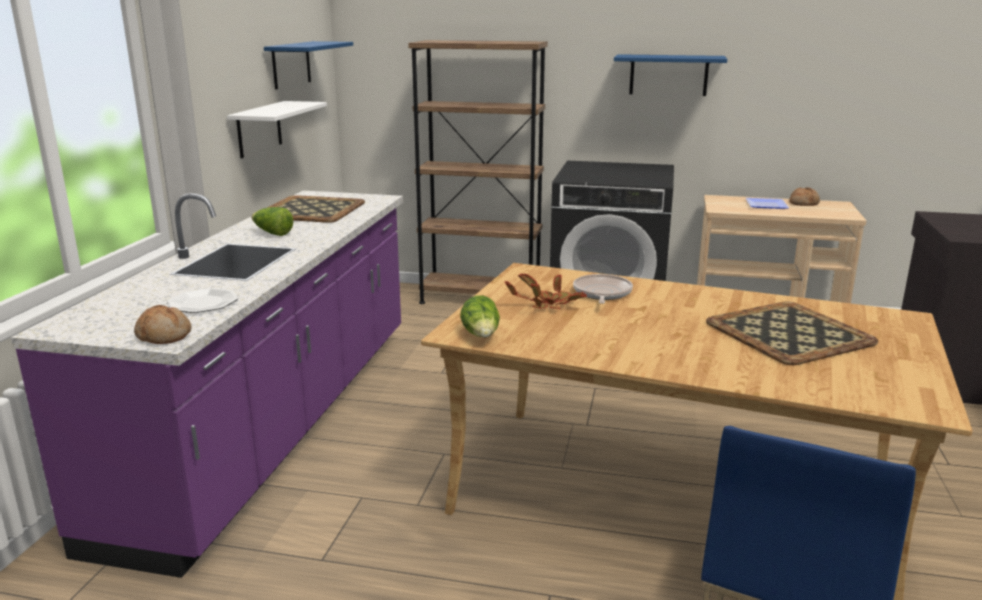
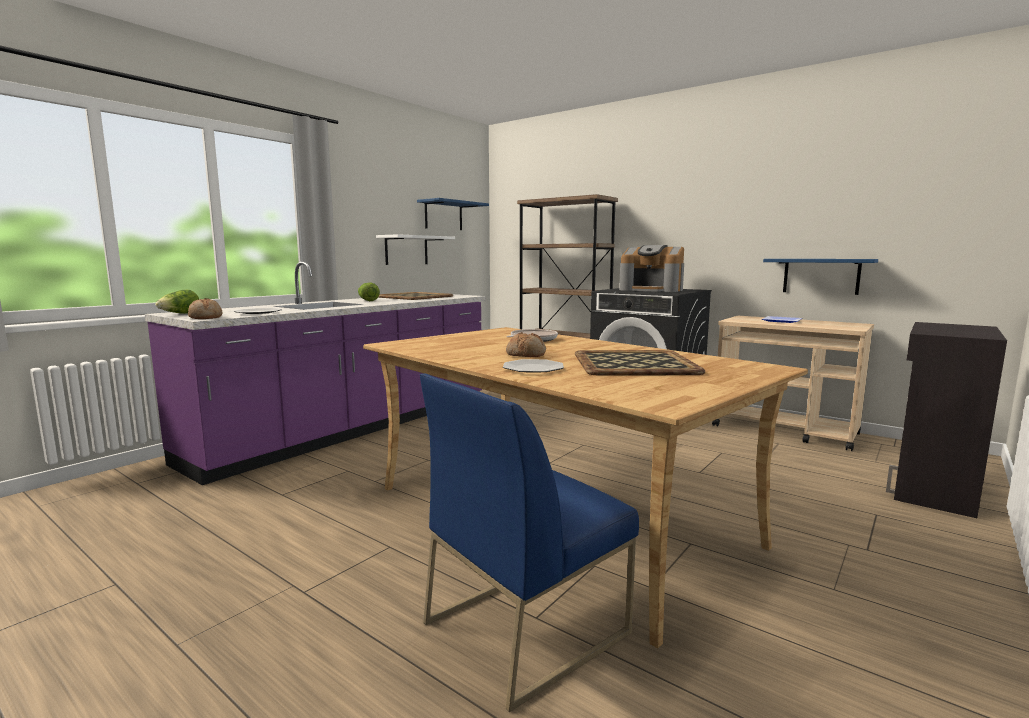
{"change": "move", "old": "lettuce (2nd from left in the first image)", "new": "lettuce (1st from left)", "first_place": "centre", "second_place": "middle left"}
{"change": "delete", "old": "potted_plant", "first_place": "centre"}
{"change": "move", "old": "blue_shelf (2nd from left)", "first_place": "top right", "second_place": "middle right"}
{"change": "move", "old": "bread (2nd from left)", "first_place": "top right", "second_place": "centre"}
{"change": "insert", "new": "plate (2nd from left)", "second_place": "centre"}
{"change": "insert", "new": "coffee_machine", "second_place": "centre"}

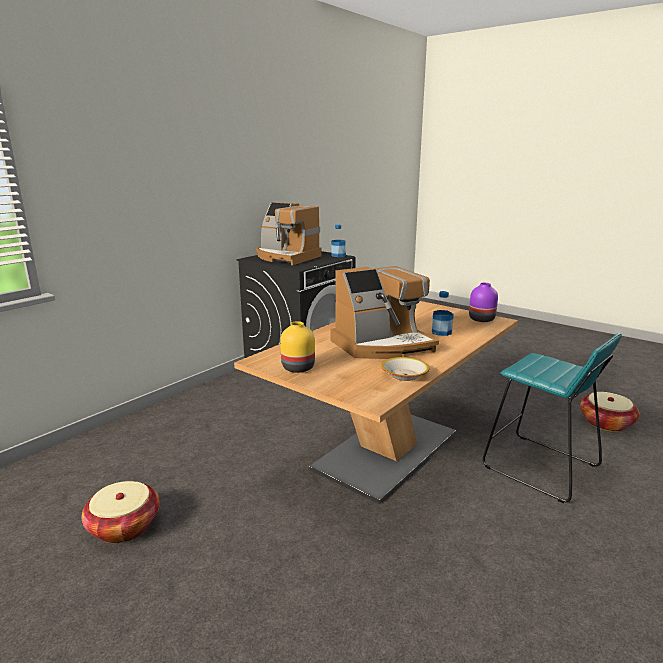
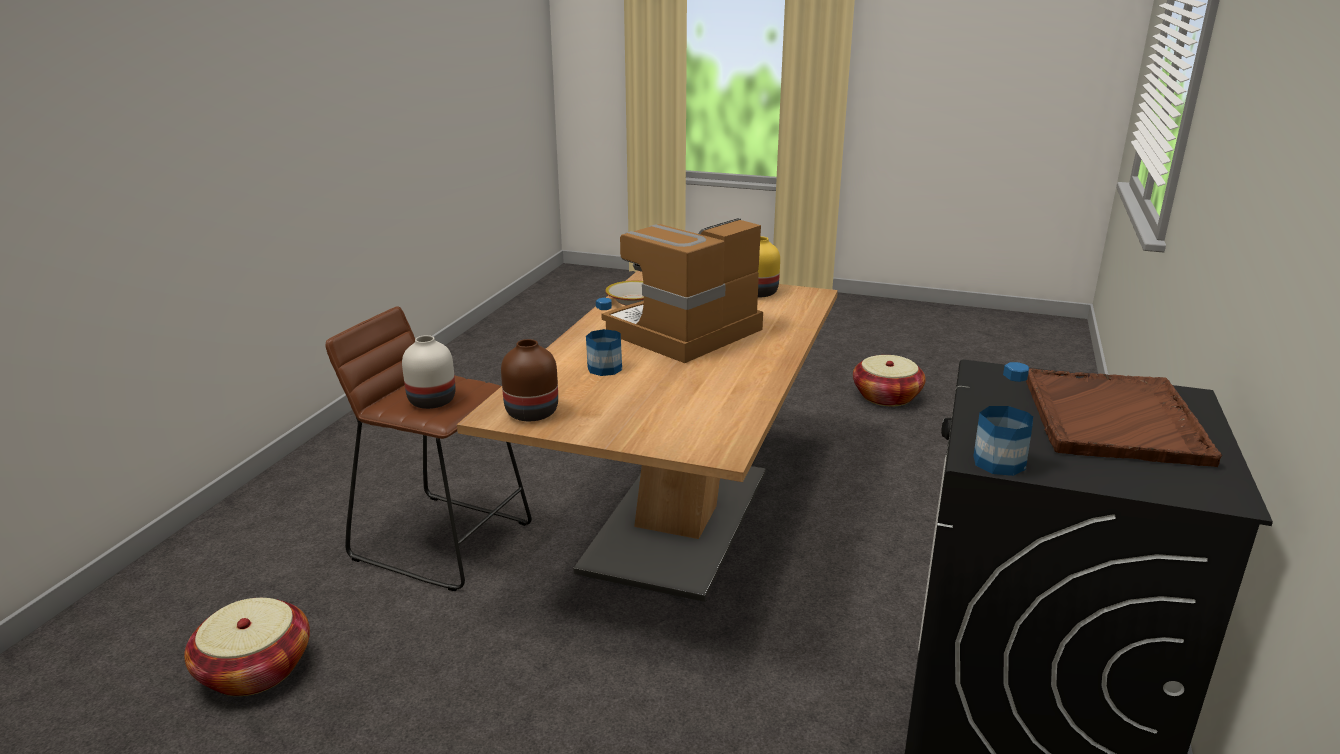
{"change": "replace", "old": "coffee_machine (1st from left)", "new": "brown_tray", "first_place": "centre", "second_place": "middle right"}
{"change": "recolor", "old": "purple_vase", "new": "brown_vase", "first_place": "middle right", "second_place": "centre"}
{"change": "recolor", "old": "turquoise_stool", "new": "brown_stool", "first_place": "middle right", "second_place": "middle left"}
{"change": "insert", "new": "white_vase", "second_place": "middle left"}

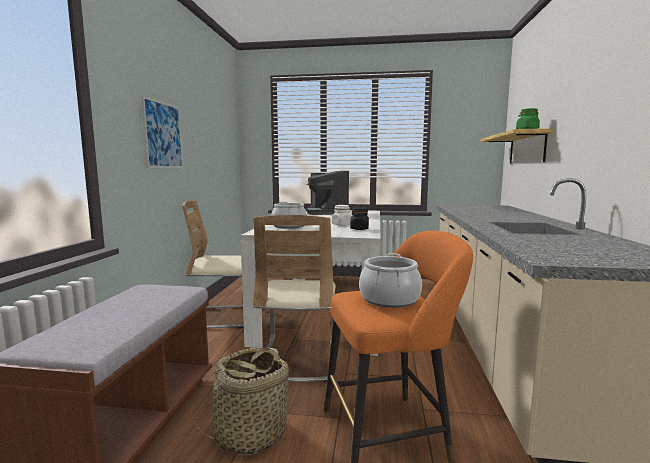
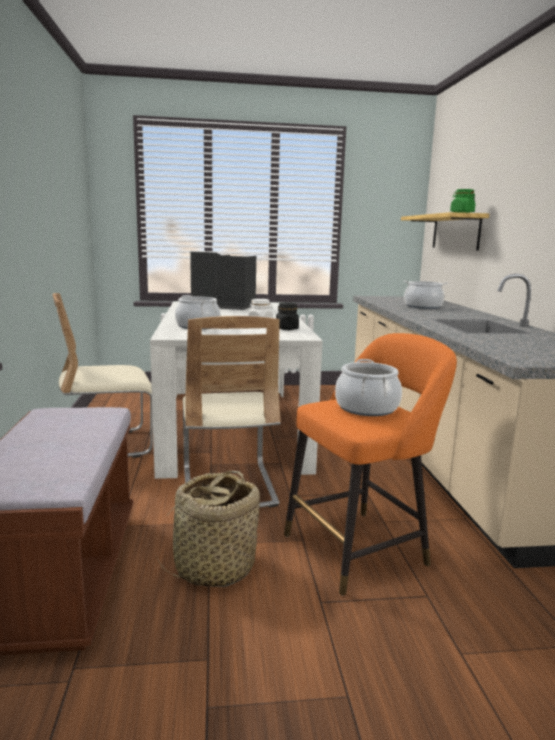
{"change": "delete", "old": "picture", "first_place": "top left"}
{"change": "rotate", "old": "coffee_machine", "first_place": "centre", "second_place": "centre", "degrees": 135}
{"change": "insert", "new": "cooking_pot (3rd from left)", "second_place": "middle right"}

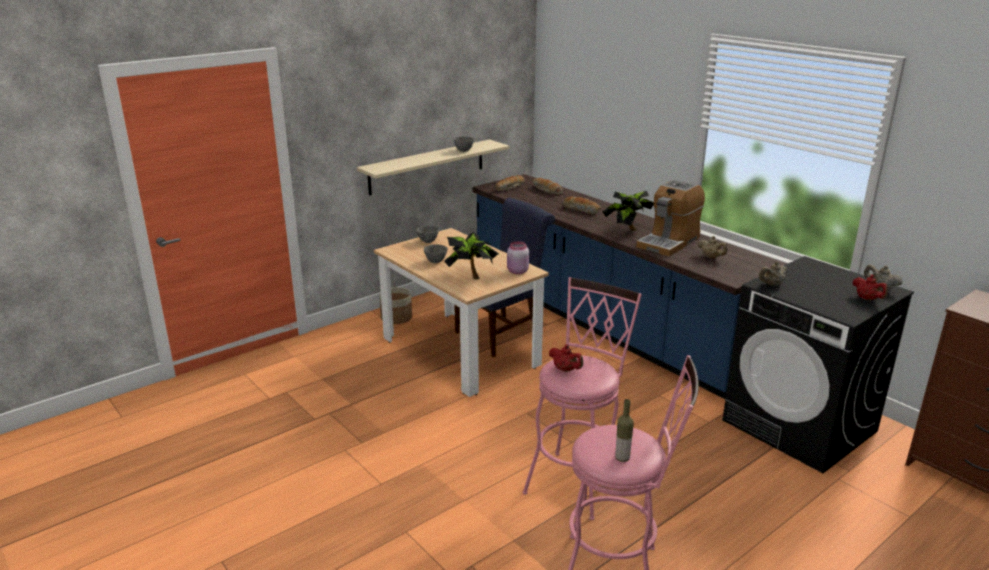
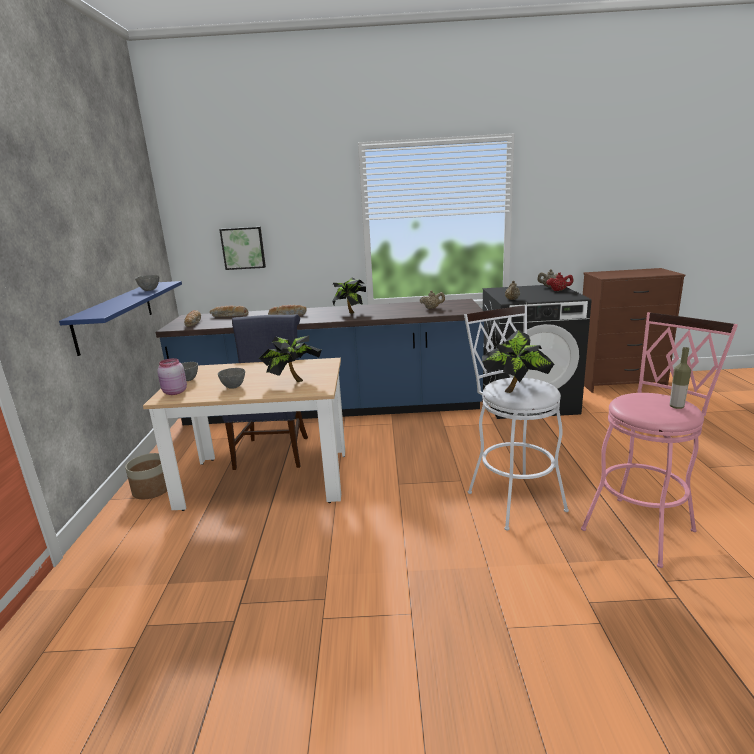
{"change": "recolor", "old": "beige_shelf", "new": "blue_shelf", "first_place": "top centre", "second_place": "middle left"}
{"change": "move", "old": "pink_jar", "first_place": "centre", "second_place": "middle left"}
{"change": "recolor", "old": "pink_stool (1st from left)", "new": "white_stool", "first_place": "bottom centre", "second_place": "middle right"}
{"change": "replace", "old": "red_teapot (1st from left)", "new": "potted_plant (3rd from left)", "first_place": "centre", "second_place": "middle right"}
{"change": "delete", "old": "coffee_machine", "first_place": "middle right"}
{"change": "insert", "new": "picture", "second_place": "top left"}

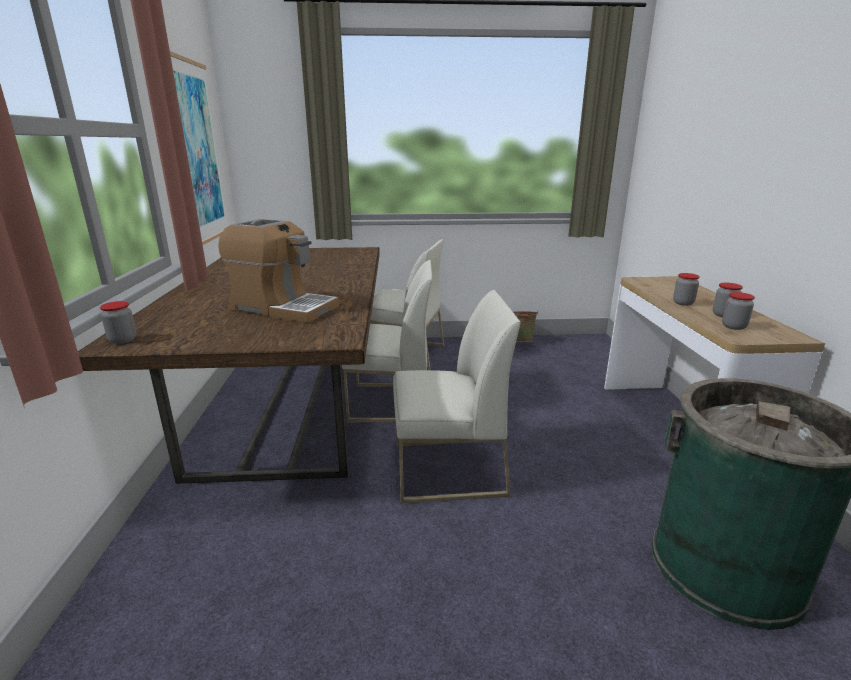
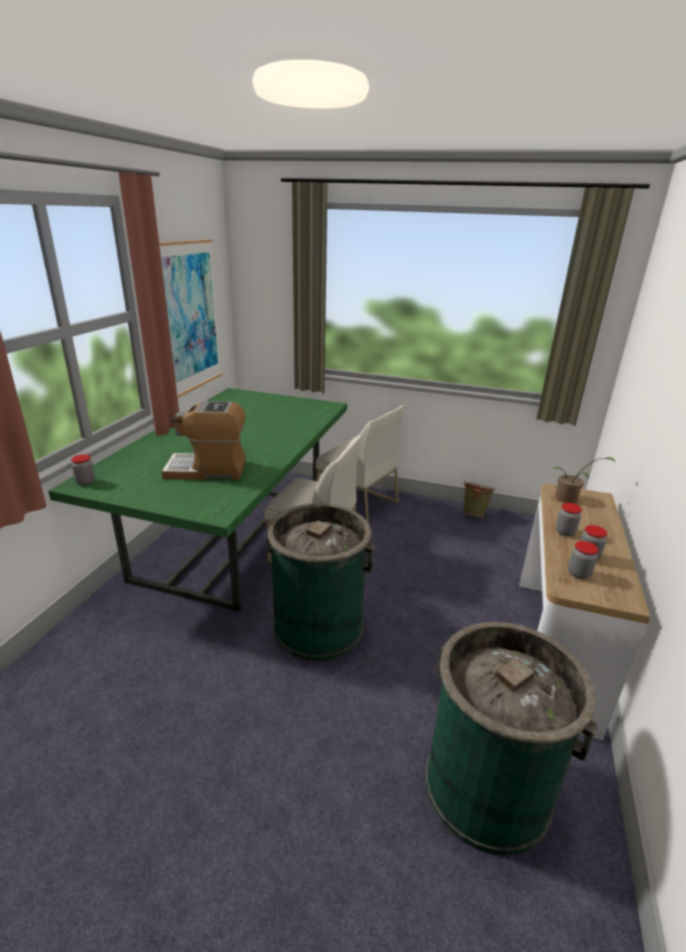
{"change": "recolor", "old": "brown_dining_table", "new": "green_dining_table", "first_place": "middle left", "second_place": "middle left"}
{"change": "rotate", "old": "coffee_machine", "first_place": "middle left", "second_place": "middle left", "degrees": 135}
{"change": "replace", "old": "white_chair (3rd from left)", "new": "green_trash_can (1st from left)", "first_place": "centre", "second_place": "centre"}
{"change": "insert", "new": "potted_plant", "second_place": "middle right"}

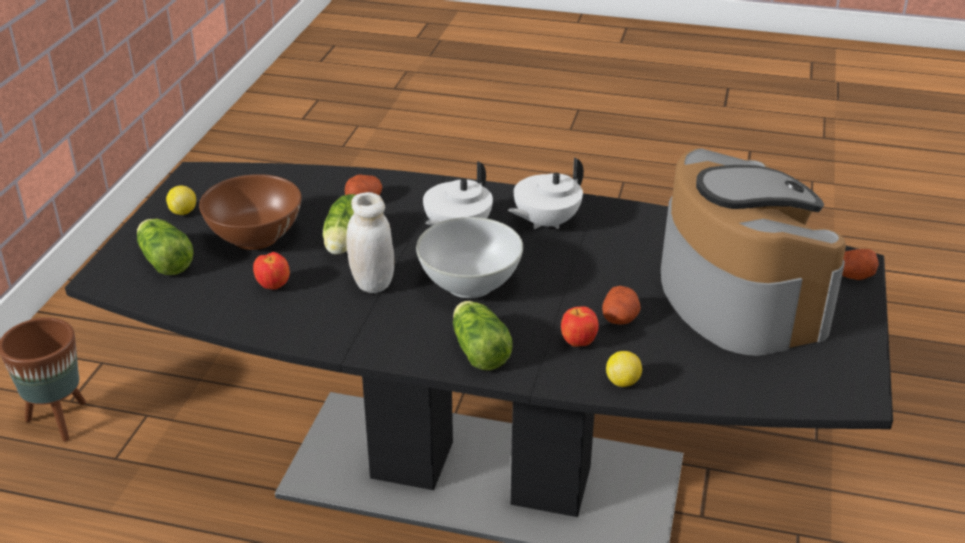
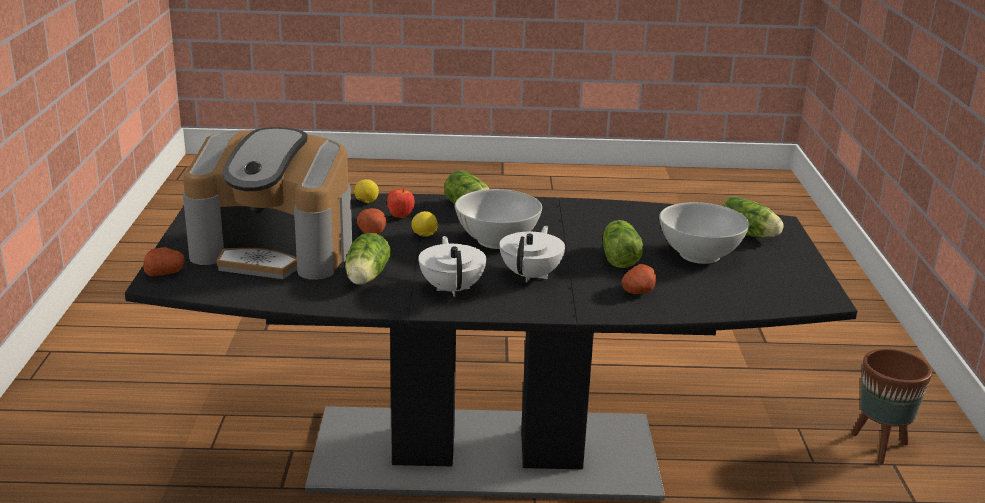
{"change": "move", "old": "lemon (1st from left in the first image)", "new": "lemon (2nd from left)", "first_place": "middle left", "second_place": "centre"}
{"change": "recolor", "old": "brown_bowl", "new": "white_bowl (2nd from left)", "first_place": "middle left", "second_place": "middle right"}
{"change": "delete", "old": "apple (1st from left)", "first_place": "middle left"}
{"change": "delete", "old": "white_jar", "first_place": "centre"}
{"change": "rotate", "old": "white_teapot (2nd from left in the first image)", "first_place": "centre", "second_place": "centre", "degrees": -45}
{"change": "rotate", "old": "coffee_machine", "first_place": "middle right", "second_place": "middle left", "degrees": -45}
{"change": "insert", "new": "lettuce (1st from left)", "second_place": "centre"}

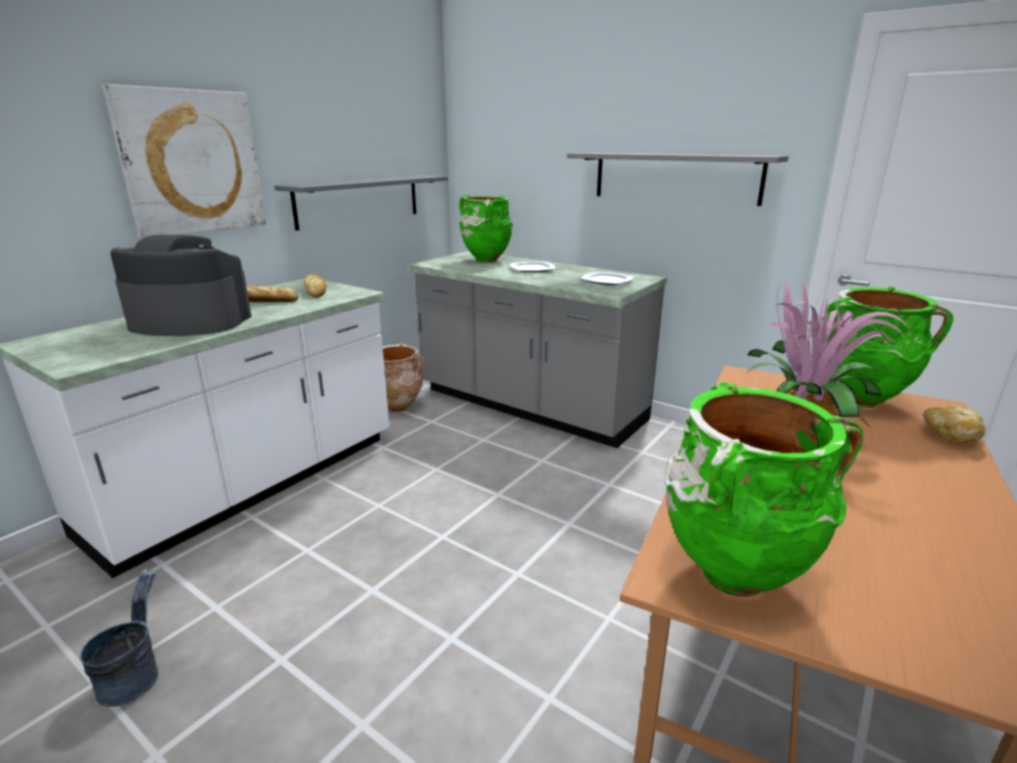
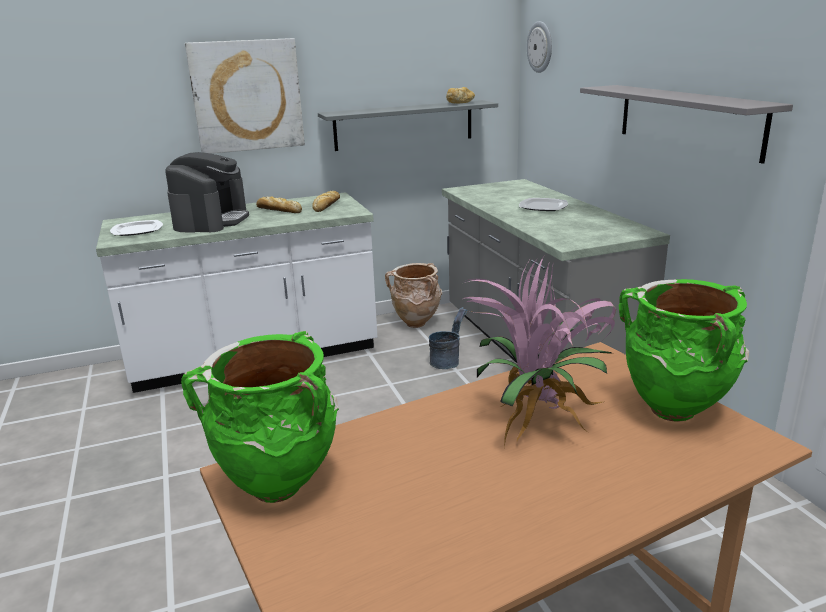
{"change": "move", "old": "grey_bucket", "first_place": "bottom left", "second_place": "centre"}
{"change": "rotate", "old": "coffee_machine", "first_place": "middle left", "second_place": "top left", "degrees": 60}
{"change": "delete", "old": "green_vase (1st from left)", "first_place": "top centre"}
{"change": "move", "old": "plate (2nd from left in the first image)", "new": "plate (1st from left)", "first_place": "centre", "second_place": "middle left"}
{"change": "move", "old": "bread (3rd from left)", "first_place": "middle right", "second_place": "top centre"}
{"change": "insert", "new": "wall_clock", "second_place": "top centre"}

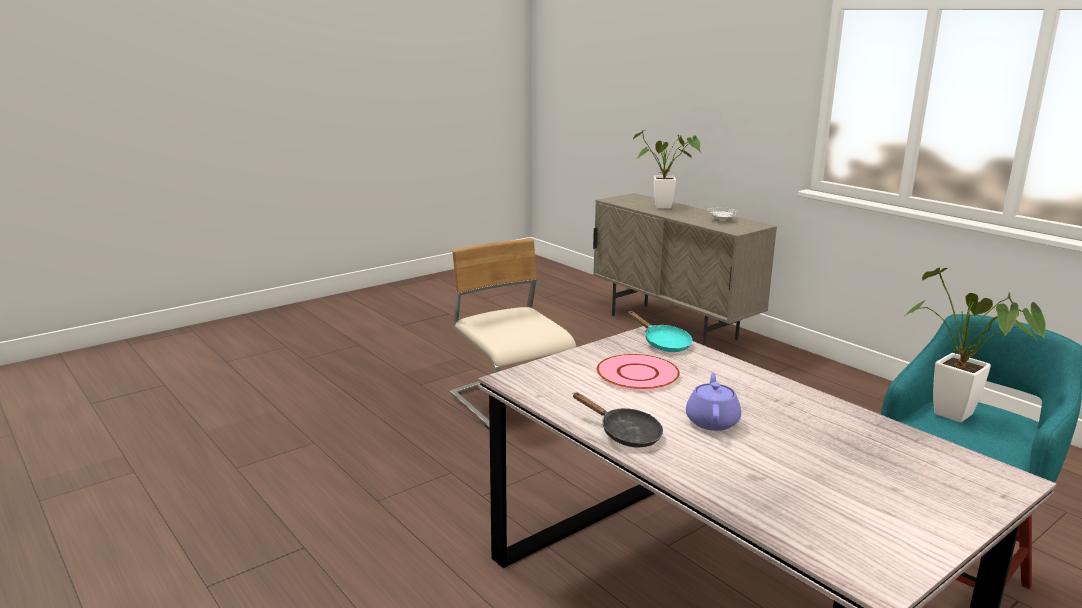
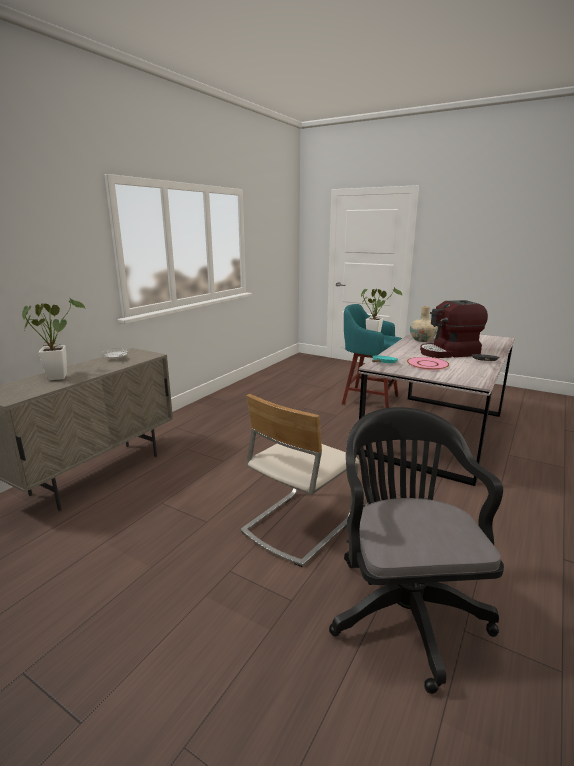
{"change": "replace", "old": "purple_teapot", "new": "coffee_machine", "first_place": "centre", "second_place": "middle right"}
{"change": "insert", "new": "black_office_chair", "second_place": "bottom right"}
{"change": "insert", "new": "beige_vase", "second_place": "middle right"}

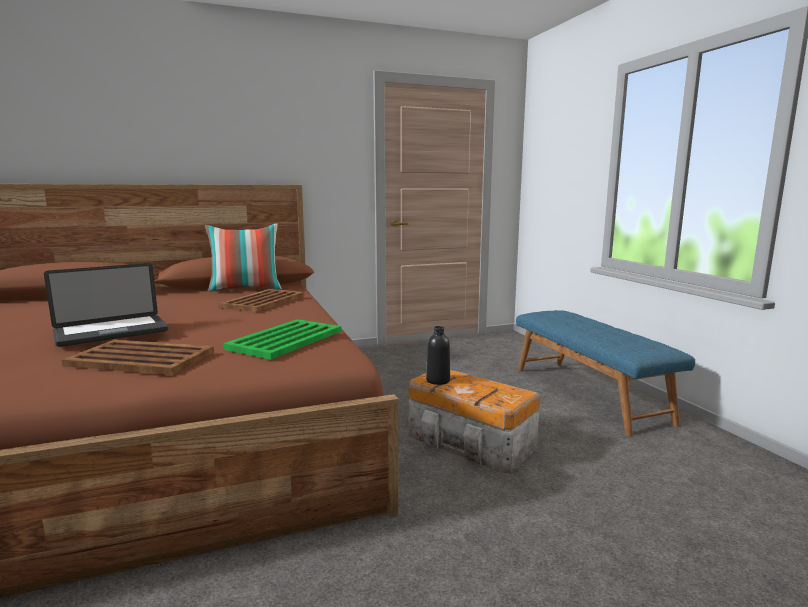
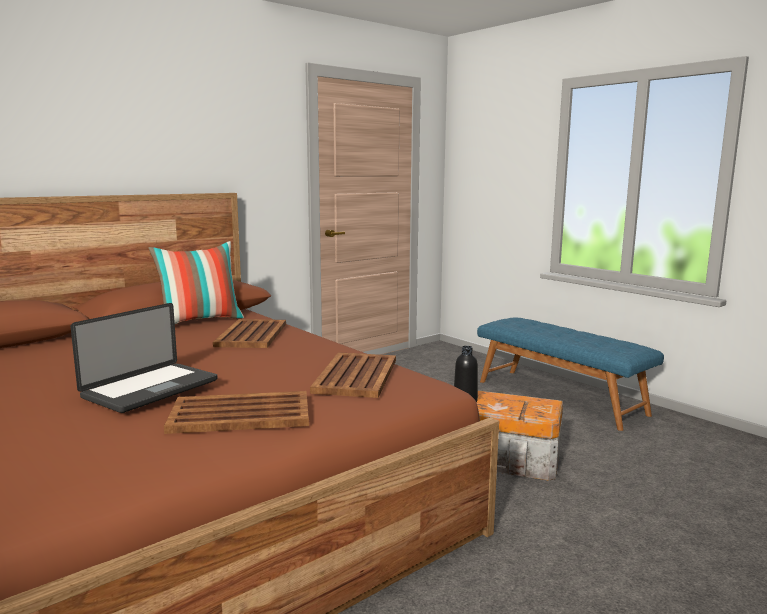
{"change": "recolor", "old": "green_tray", "new": "brown_tray (3rd from left)", "first_place": "centre", "second_place": "centre"}

